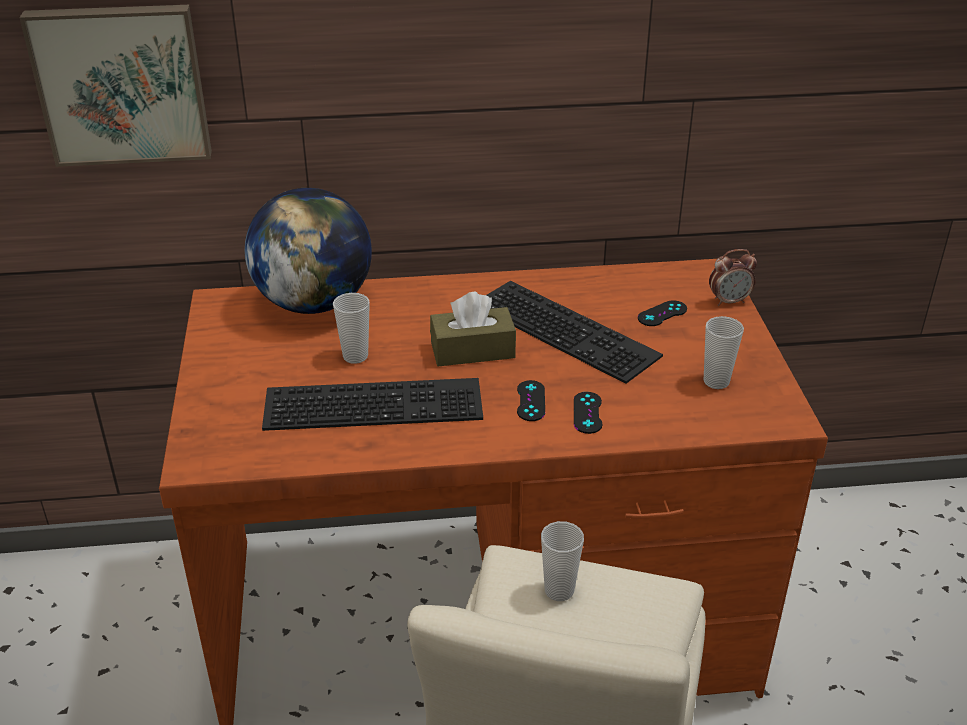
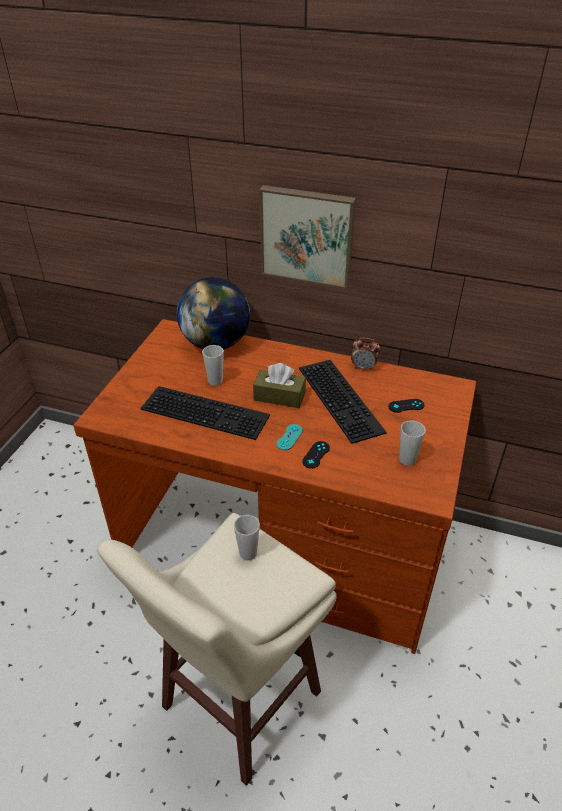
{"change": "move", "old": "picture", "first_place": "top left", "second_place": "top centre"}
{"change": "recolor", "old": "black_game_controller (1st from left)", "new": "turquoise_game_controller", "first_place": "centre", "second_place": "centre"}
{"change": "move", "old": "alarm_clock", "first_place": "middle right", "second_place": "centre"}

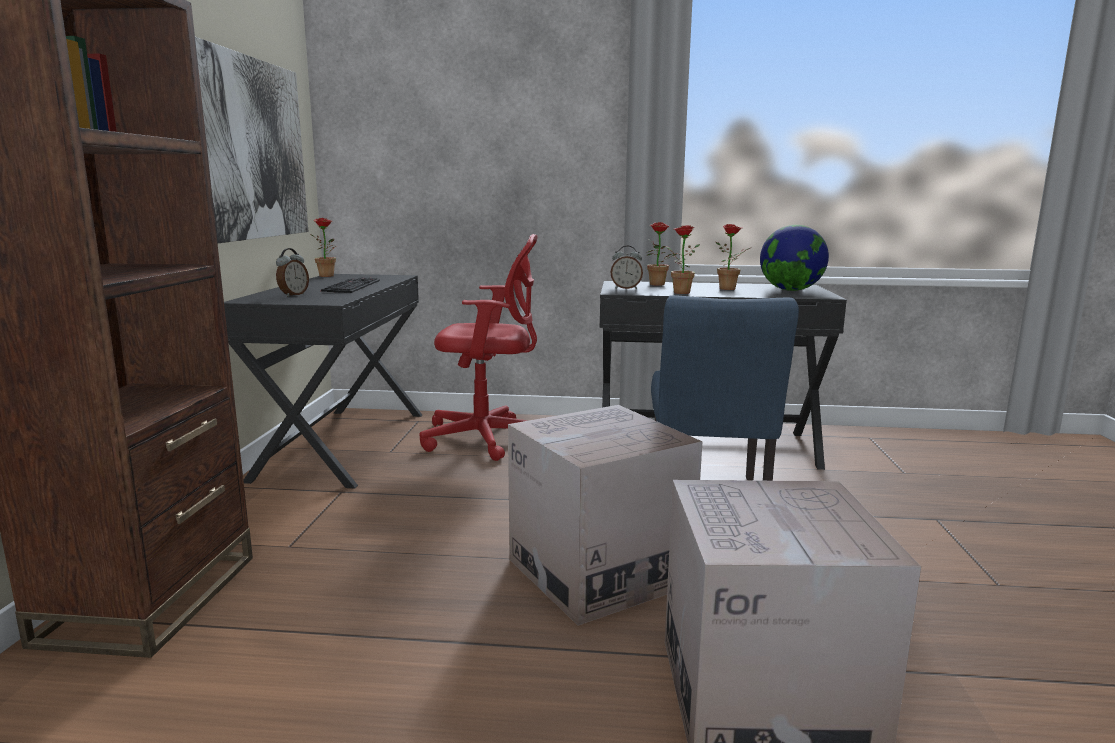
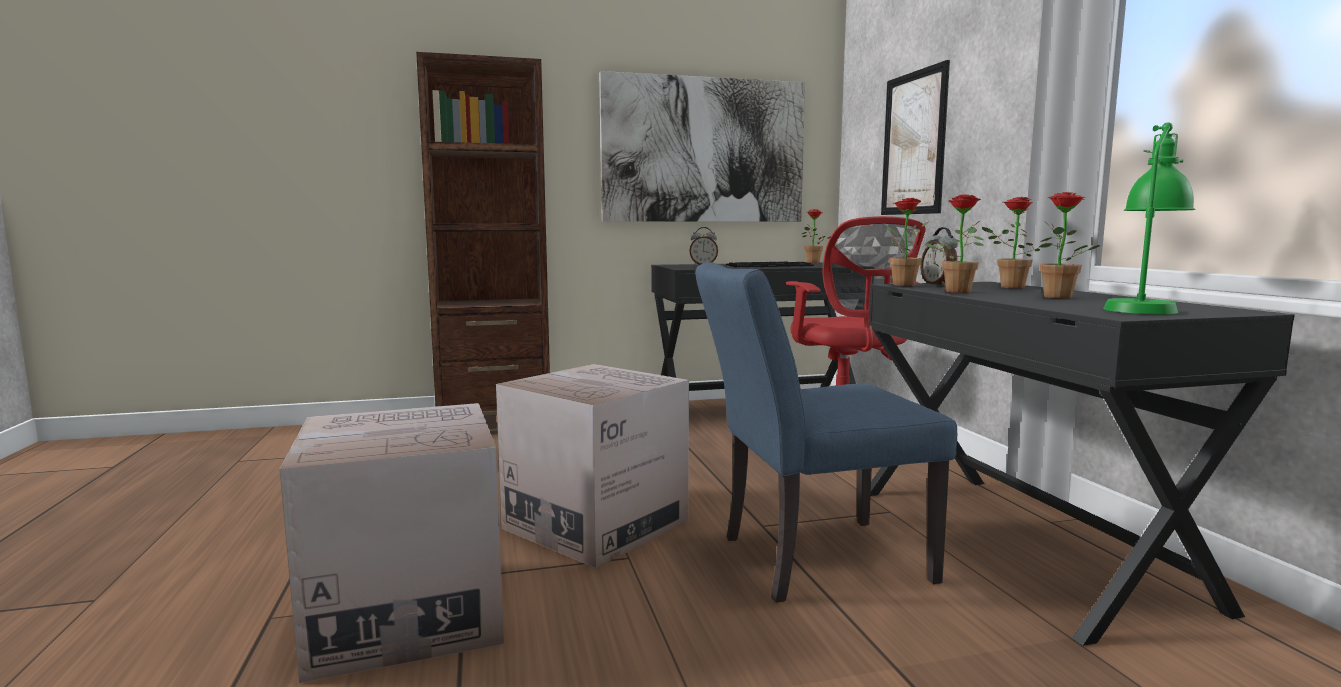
{"change": "replace", "old": "globe", "new": "green_table_lamp", "first_place": "middle right", "second_place": "top right"}
{"change": "insert", "new": "picture (2nd from left)", "second_place": "top right"}
{"change": "insert", "new": "potted_plant (2nd from left)", "second_place": "middle right"}

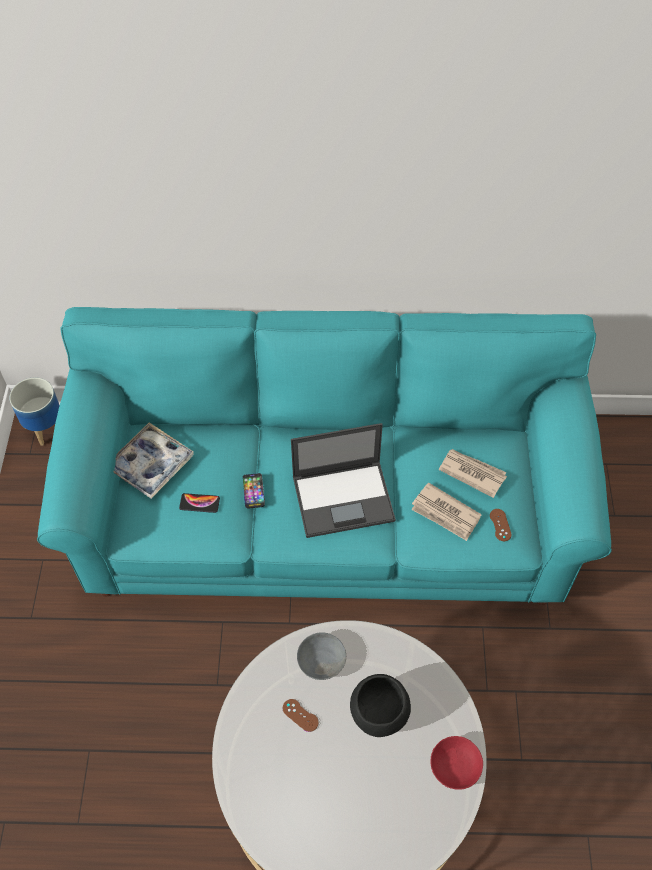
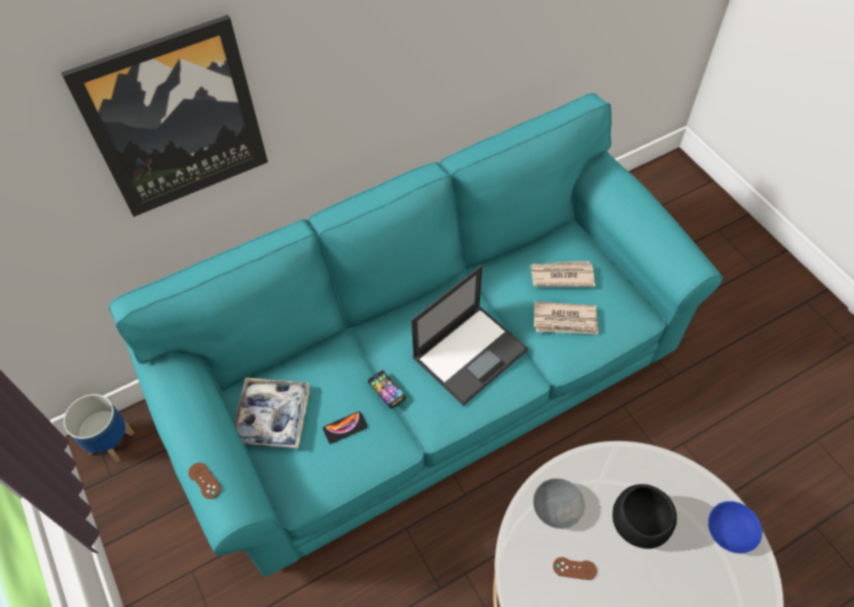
{"change": "recolor", "old": "red_bowl", "new": "blue_bowl", "first_place": "bottom right", "second_place": "bottom right"}
{"change": "move", "old": "brown_game_controller (2nd from left in the first image)", "new": "brown_game_controller (1st from left)", "first_place": "middle right", "second_place": "bottom left"}
{"change": "insert", "new": "picture", "second_place": "top left"}

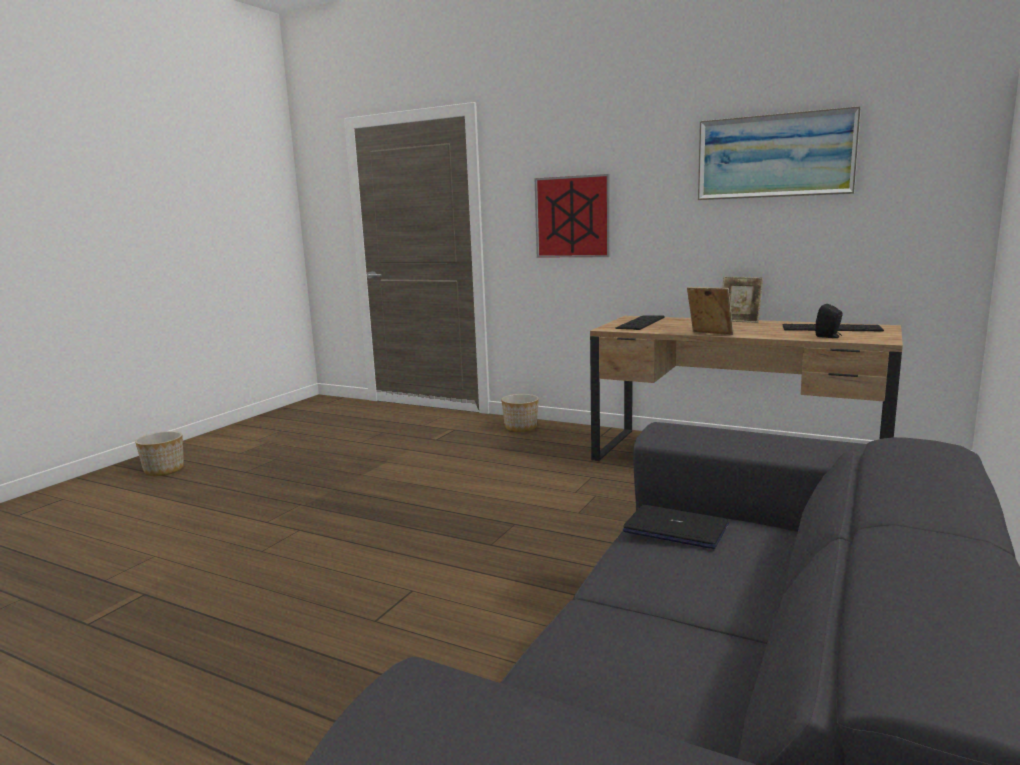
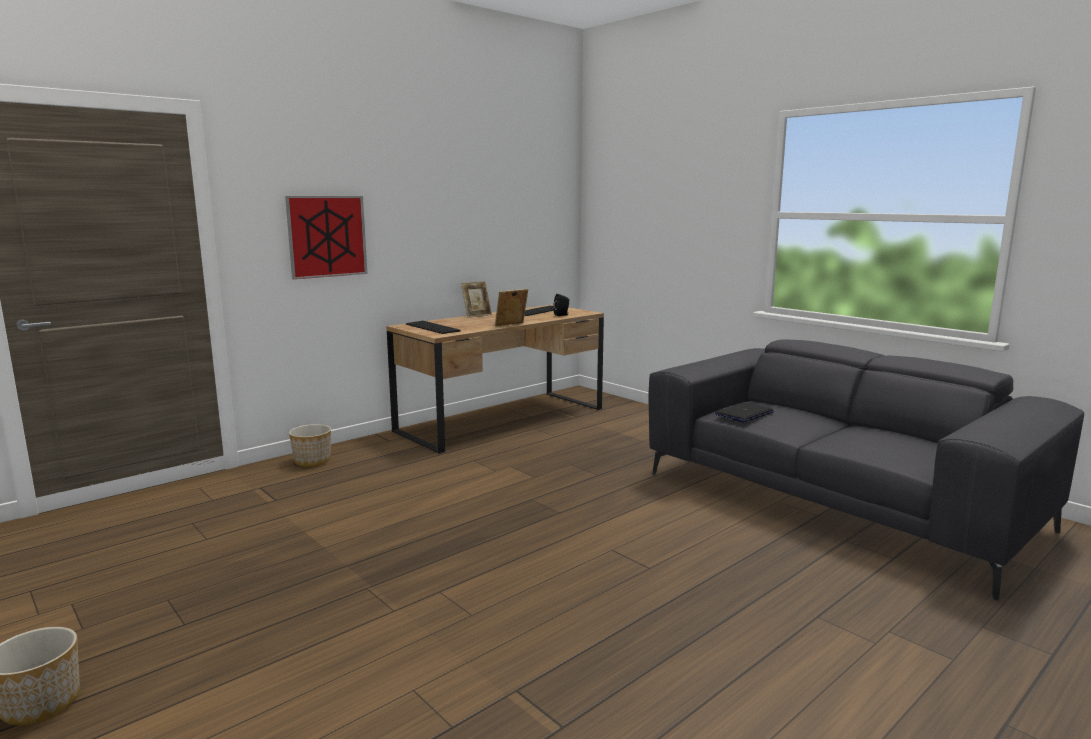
{"change": "delete", "old": "picture (2nd from left)", "first_place": "top right"}

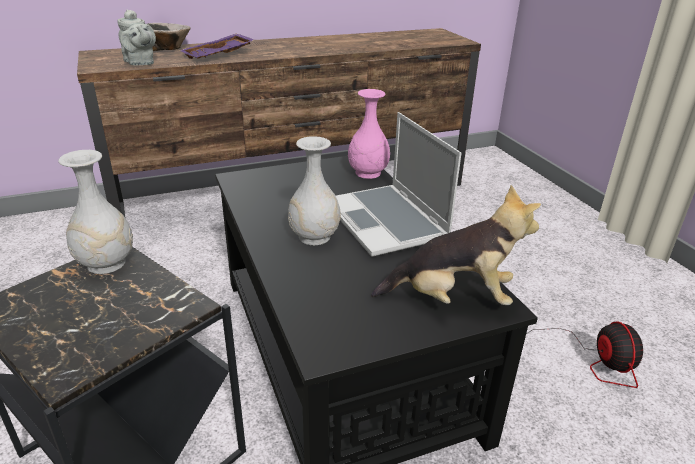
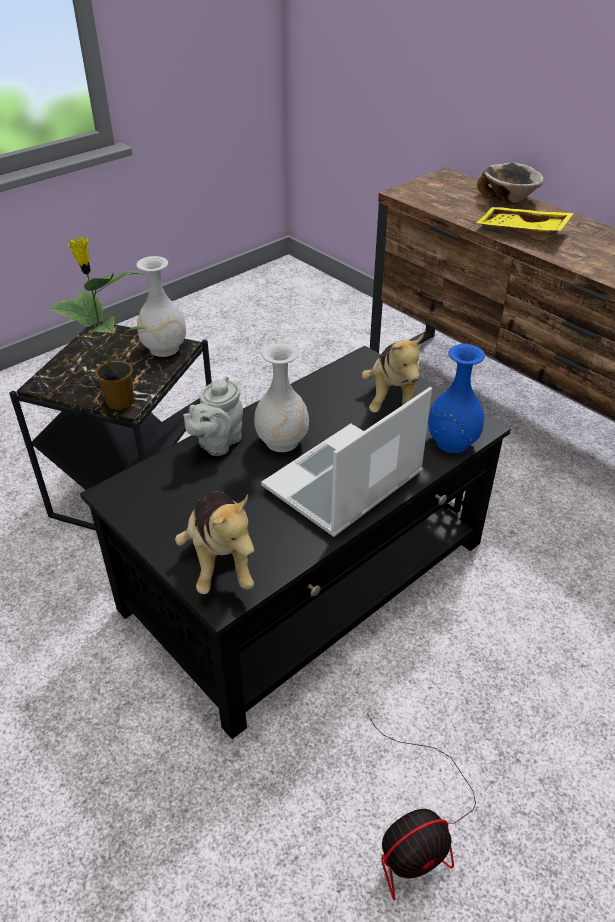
{"change": "move", "old": "grey_teapot", "first_place": "top left", "second_place": "centre"}
{"change": "recolor", "old": "purple_tray", "new": "yellow_tray", "first_place": "top left", "second_place": "top right"}
{"change": "recolor", "old": "pink_vase", "new": "blue_vase", "first_place": "top centre", "second_place": "middle right"}
{"change": "insert", "new": "potted_plant", "second_place": "middle left"}
{"change": "insert", "new": "plush_toy (2nd from left)", "second_place": "centre"}

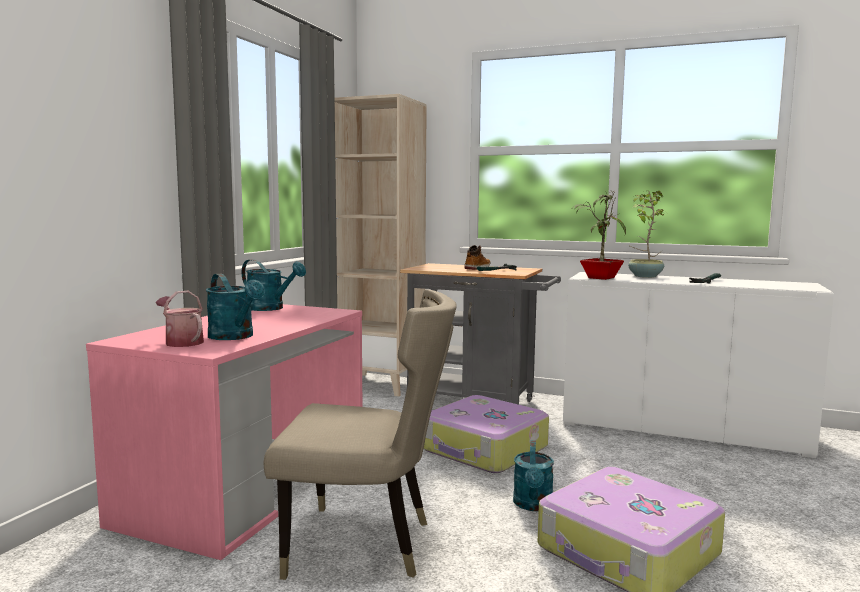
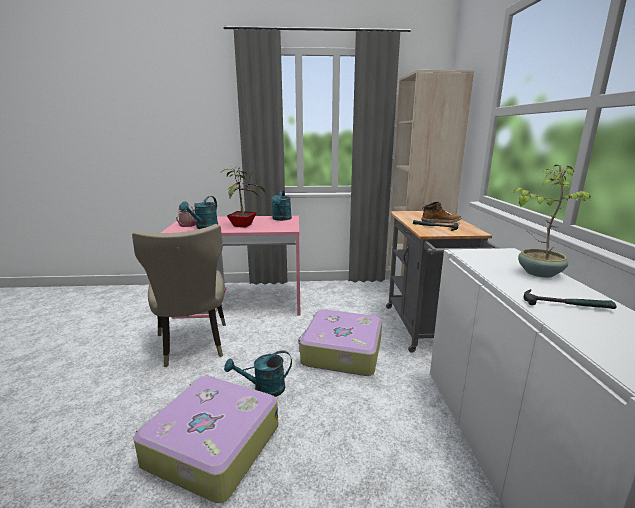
{"change": "move", "old": "potted_plant (1st from left)", "first_place": "middle right", "second_place": "centre"}

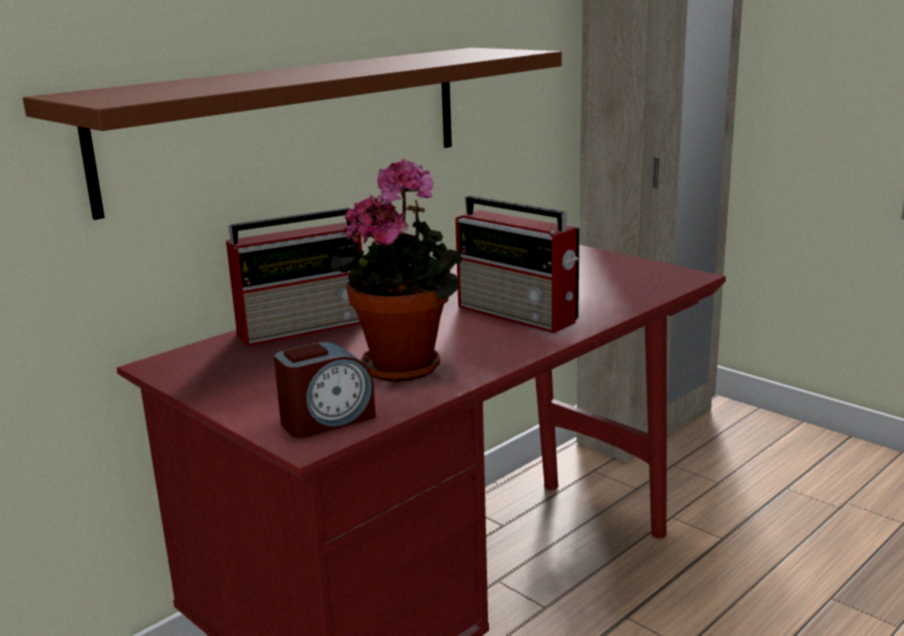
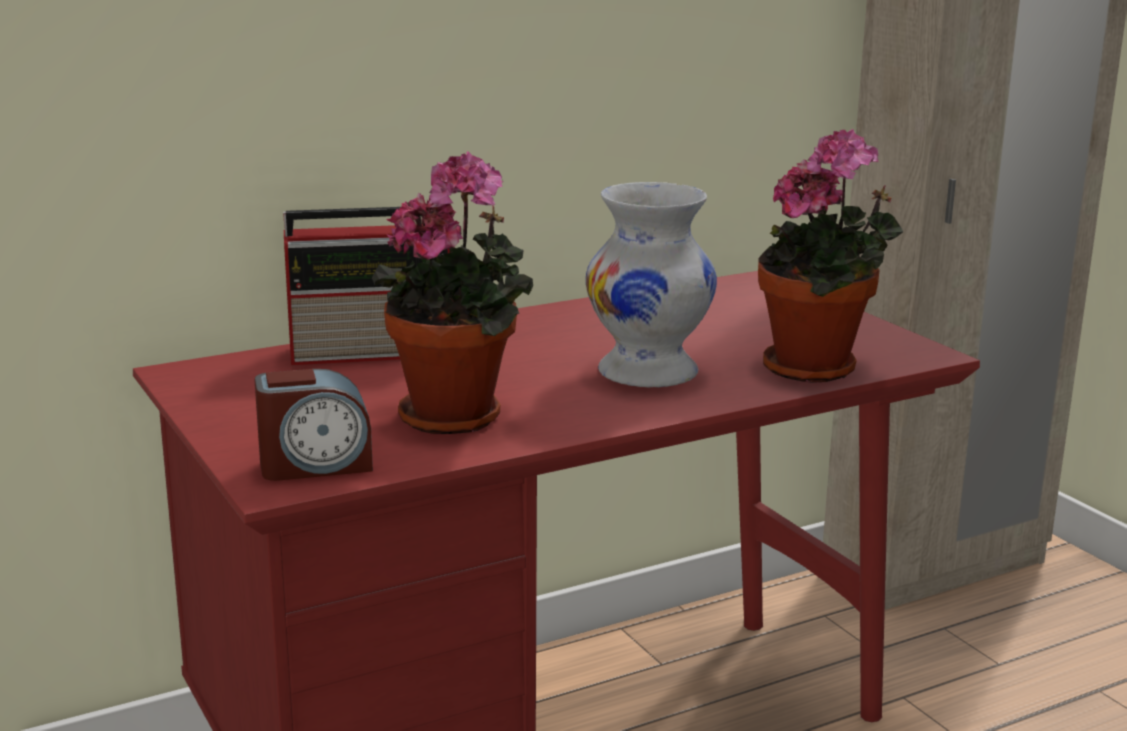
{"change": "delete", "old": "brown_shelf", "first_place": "top left"}
{"change": "replace", "old": "radio (2nd from left)", "new": "white_vase", "first_place": "centre", "second_place": "centre"}
{"change": "insert", "new": "potted_plant (2nd from left)", "second_place": "middle right"}

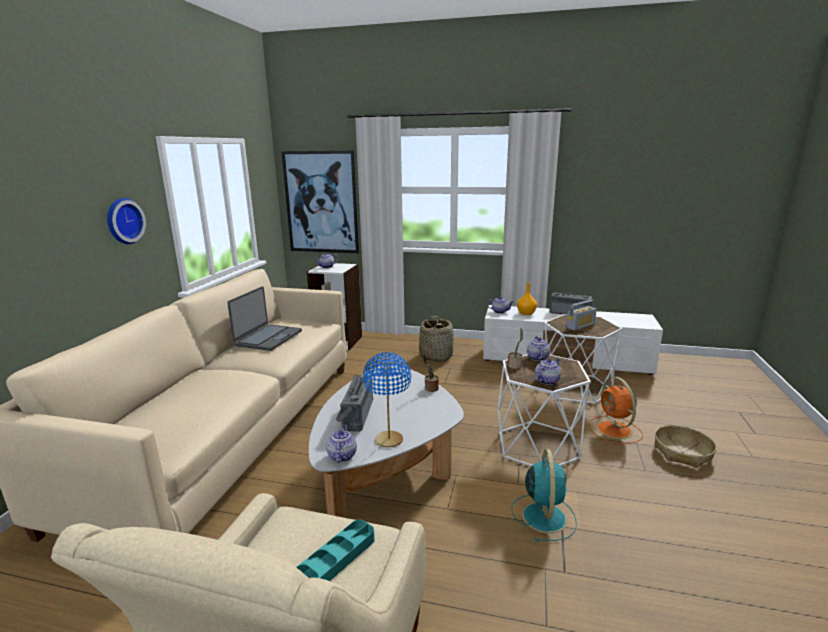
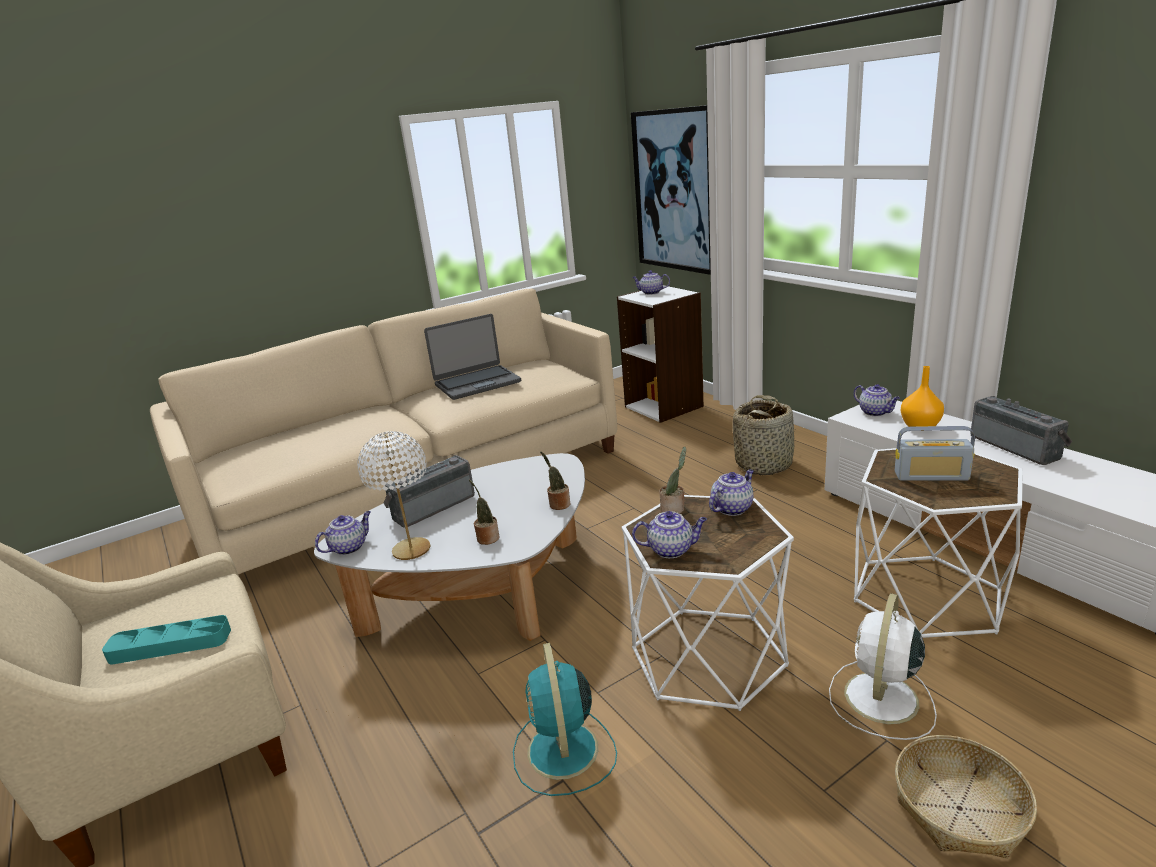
{"change": "delete", "old": "wall_clock", "first_place": "middle left"}
{"change": "recolor", "old": "blue_table_lamp", "new": "white_table_lamp", "first_place": "centre", "second_place": "centre"}
{"change": "rotate", "old": "turquoise_fan", "first_place": "bottom centre", "second_place": "bottom centre", "degrees": 120}
{"change": "recolor", "old": "orange_fan", "new": "white_fan", "first_place": "middle right", "second_place": "bottom right"}
{"change": "insert", "new": "potted_plant (1st from left)", "second_place": "centre"}

